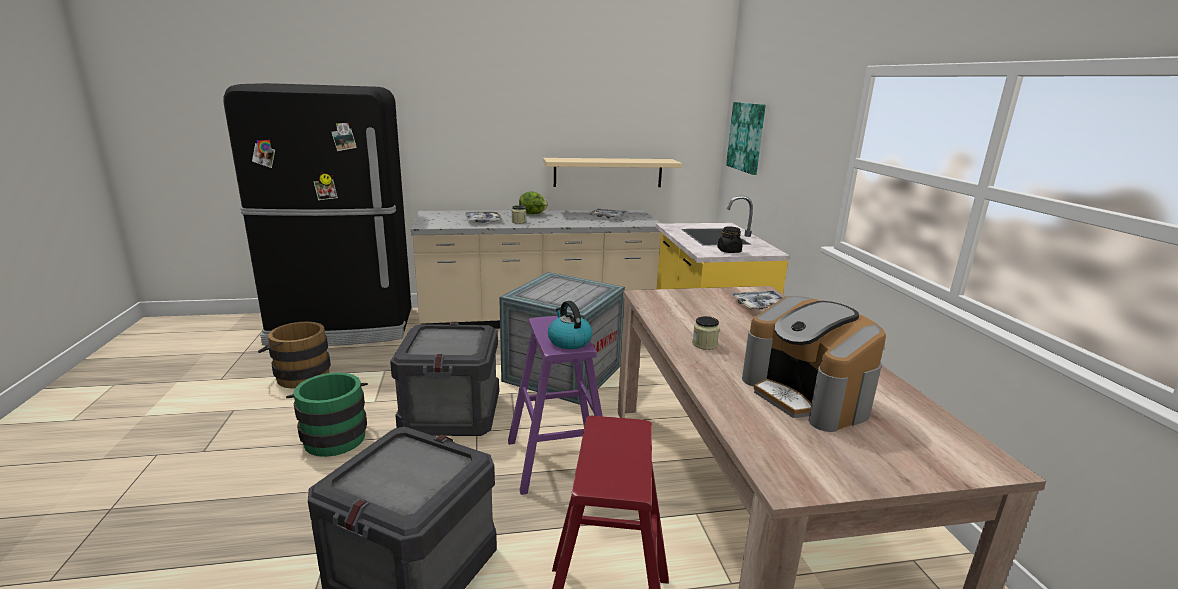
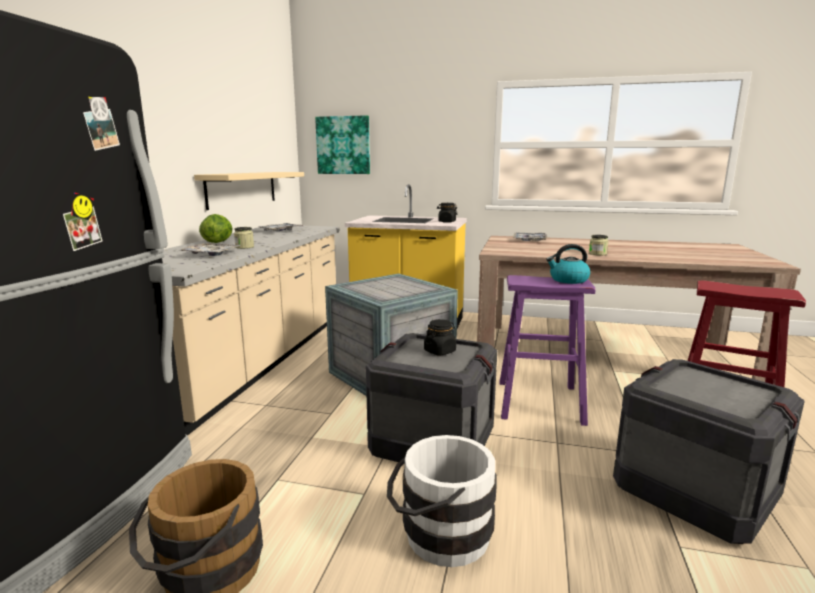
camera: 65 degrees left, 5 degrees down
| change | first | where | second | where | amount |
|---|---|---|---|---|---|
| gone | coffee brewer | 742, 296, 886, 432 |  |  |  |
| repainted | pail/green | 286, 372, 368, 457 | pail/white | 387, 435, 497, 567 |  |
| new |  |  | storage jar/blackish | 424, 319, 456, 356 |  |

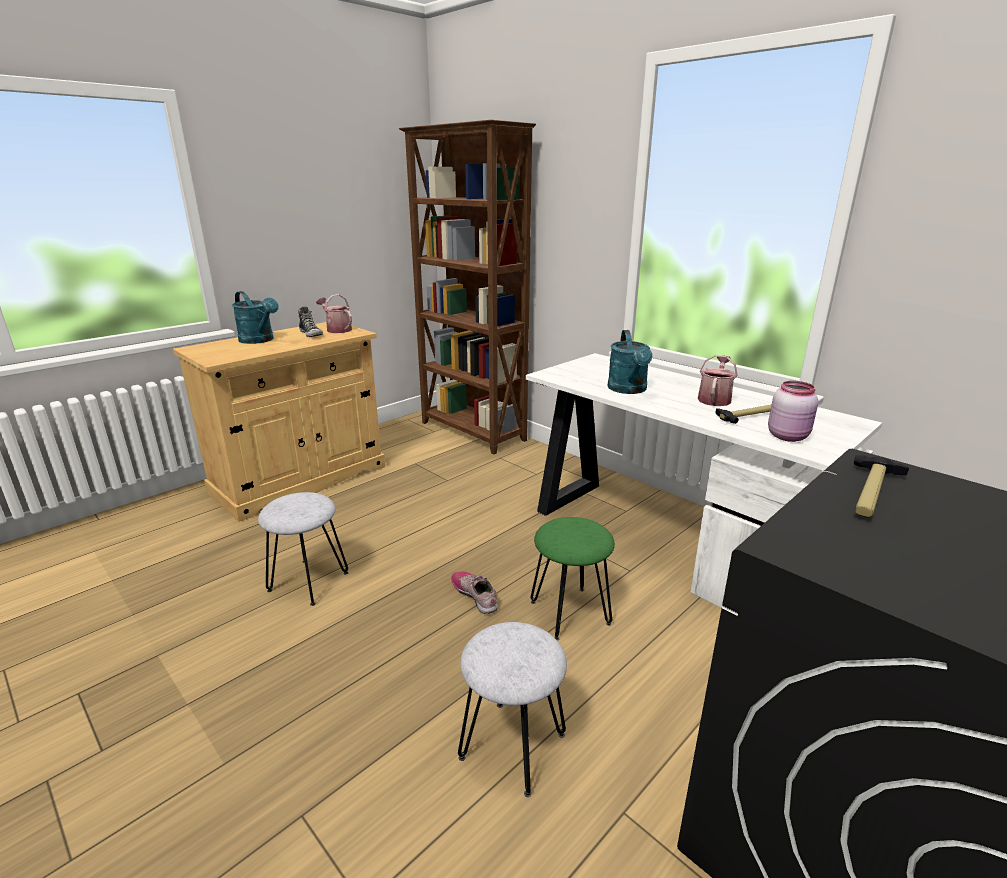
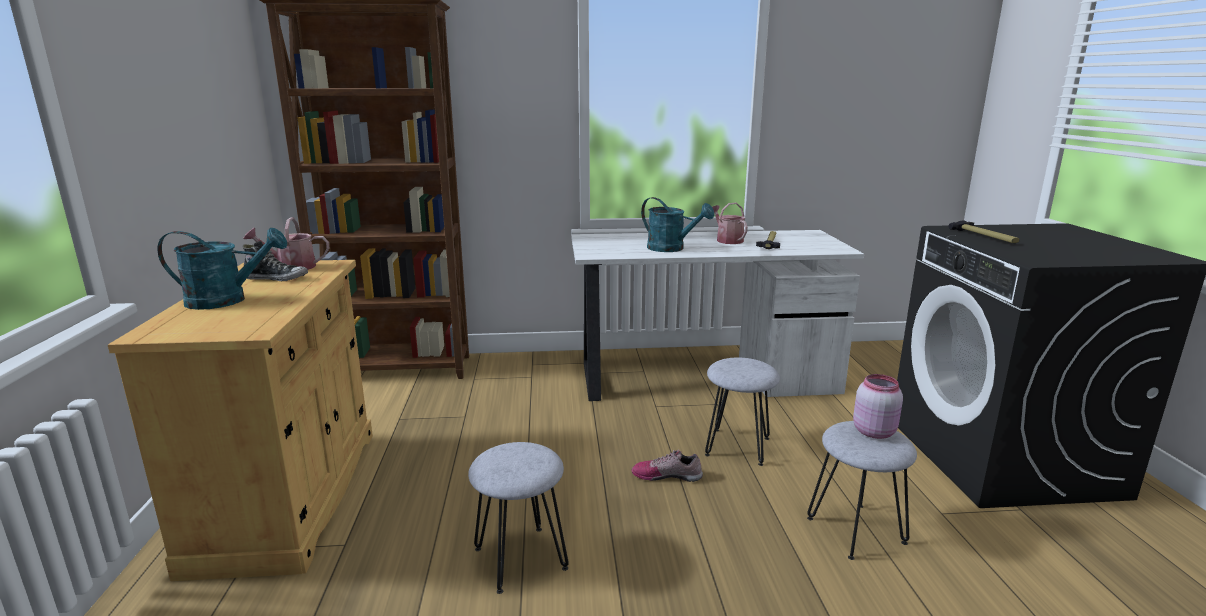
camera: 50 degrees left, 5 degrees down
| change | first | where | second | where | amount |
|---|---|---|---|---|---|
| shifted | storage jar/pink | 768, 381, 818, 442 |  | 853, 374, 903, 439 |  |
| repainted | stool/green | 531, 517, 615, 641 | stool/gray | 705, 357, 780, 466 |  |

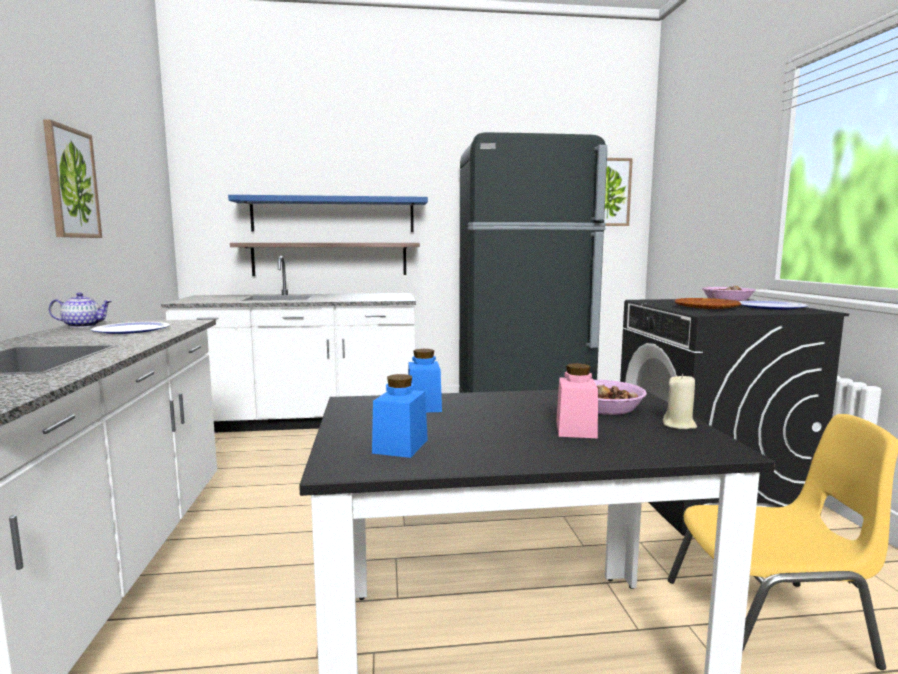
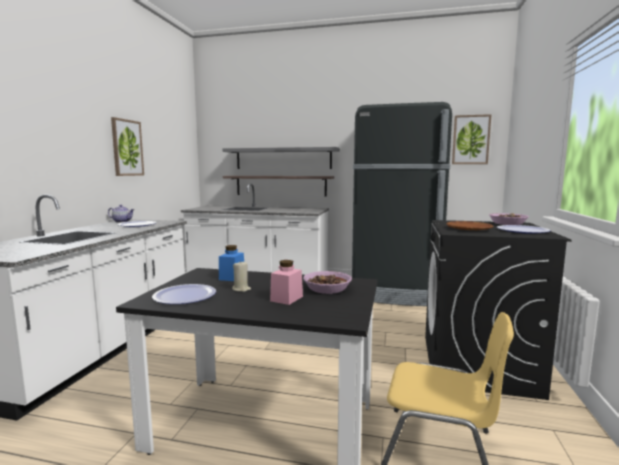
camera: 20 degrees right, 0 degrees up
| change | first | where | second | where | amount |
|---|---|---|---|---|---|
| repainted | bracket shelf/bluish | 228, 195, 428, 232 | bracket shelf/gray | 223, 147, 340, 169 |  |
| swapped | storage jar/bluish | 372, 374, 428, 458 | flat dish | 152, 284, 216, 304 |  |
| shifted | candle/beige | 663, 374, 697, 429 |  | 232, 260, 251, 292 |  |

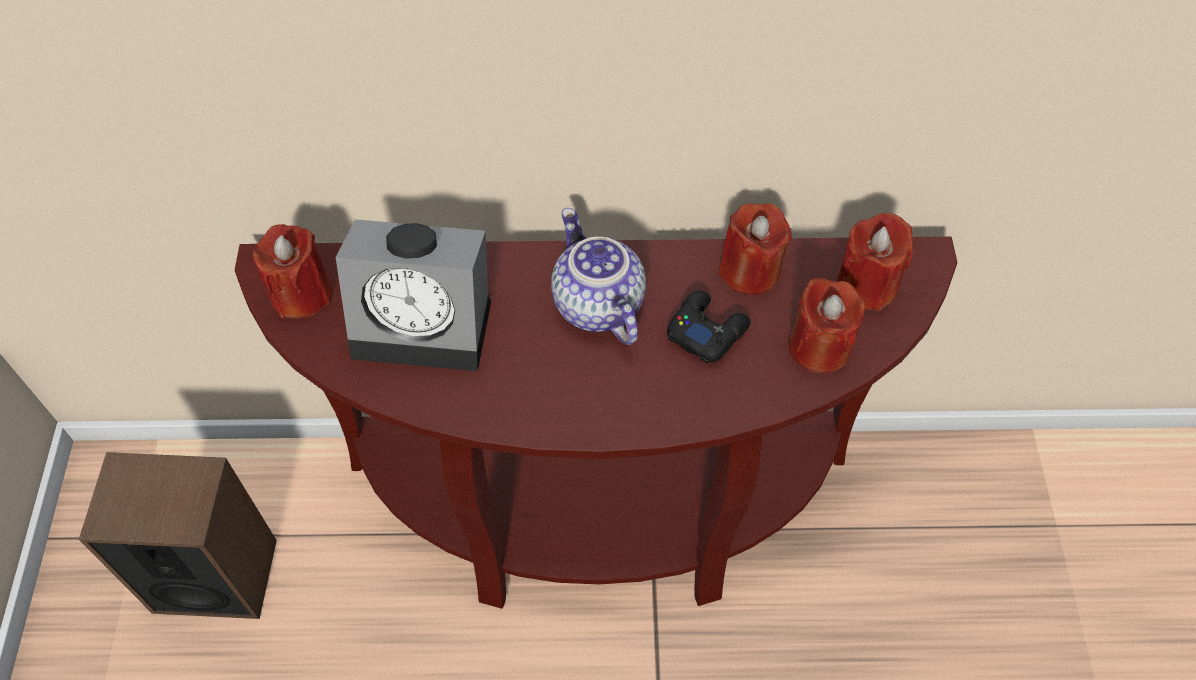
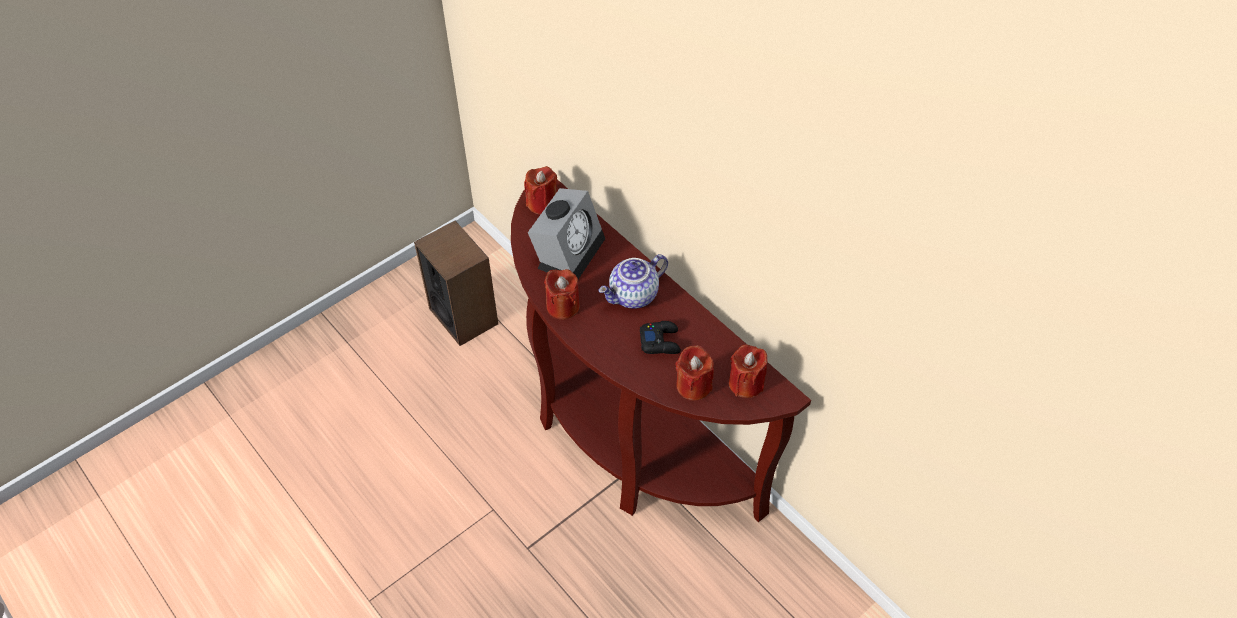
camera: 50 degrees right, 5 degrees down
| change | first | where | second | where | amount |
|---|---|---|---|---|---|
| shifted | candle/reddish | 719, 203, 792, 295 |  | 544, 269, 580, 320 |  |
| rotated | tea pot | 551, 208, 646, 345 |  | 598, 254, 668, 309 | 150 degrees counterclockwise |
| rotated | bedside clock | 336, 219, 491, 371 |  | 528, 188, 605, 279 | 120 degrees counterclockwise |

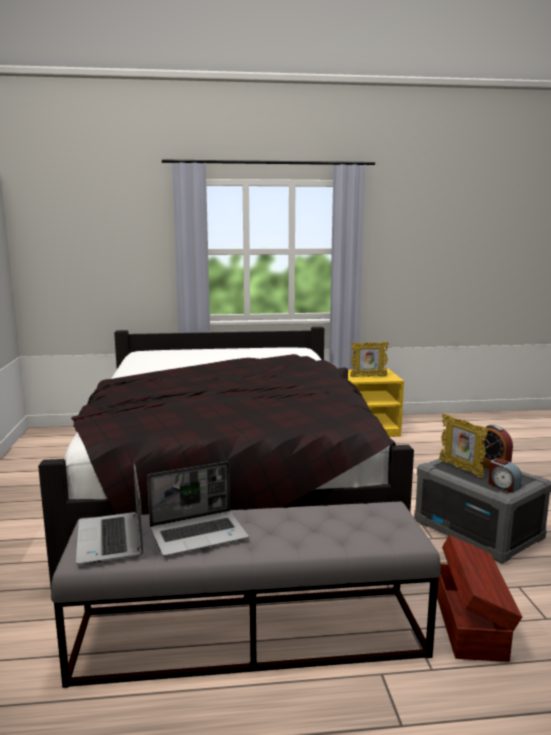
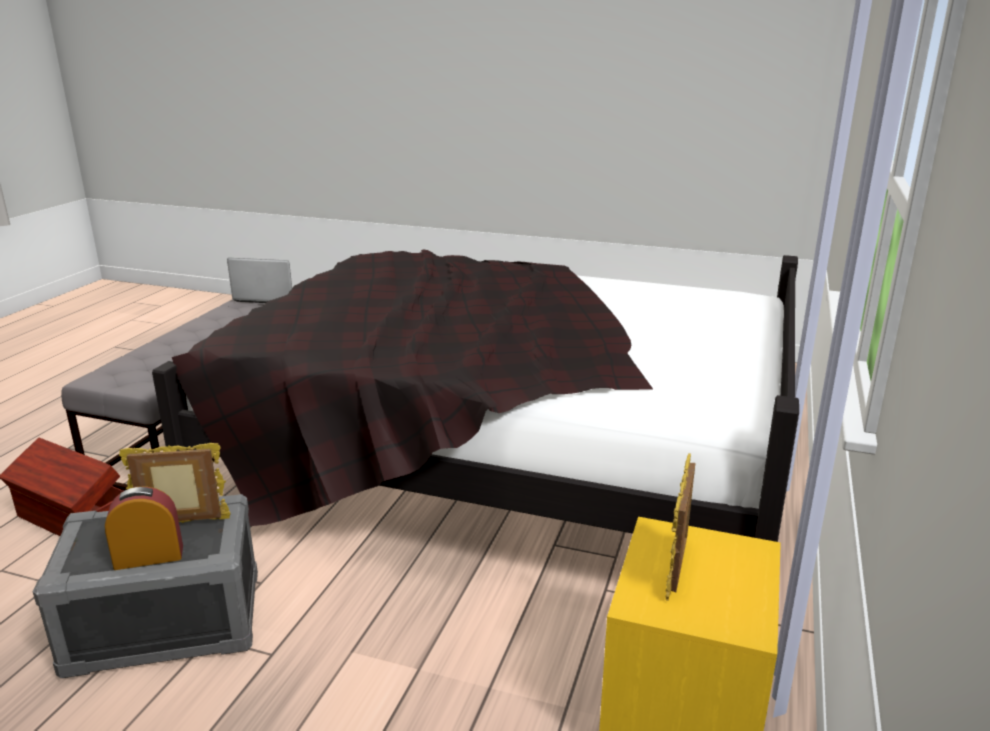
camera: 115 degrees right, 10 degrees up
| change | first | where | second | where | amount |
|---|---|---|---|---|---|
| gone | bedside clock | 488, 458, 522, 493 |  |  |  |
| gone | portable computer | 147, 461, 249, 556 |  |  |  |

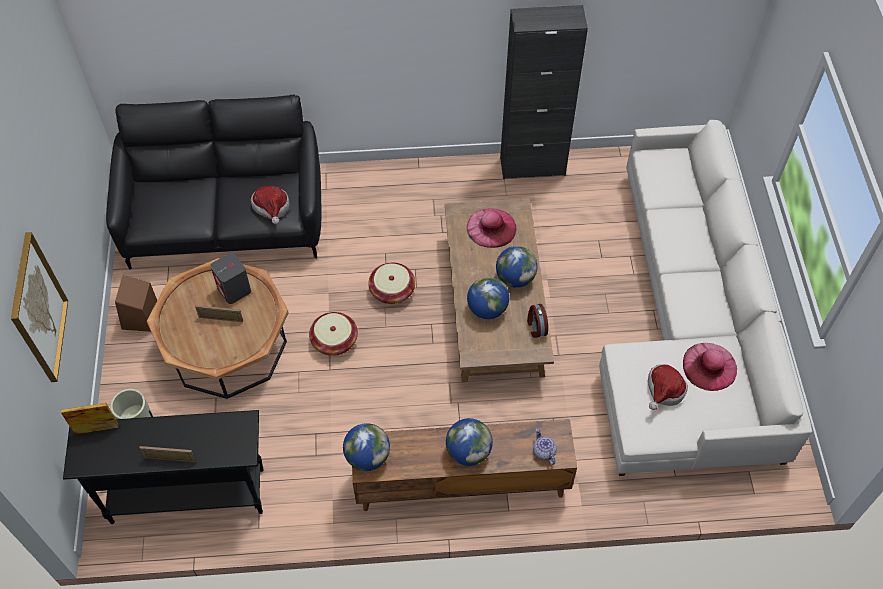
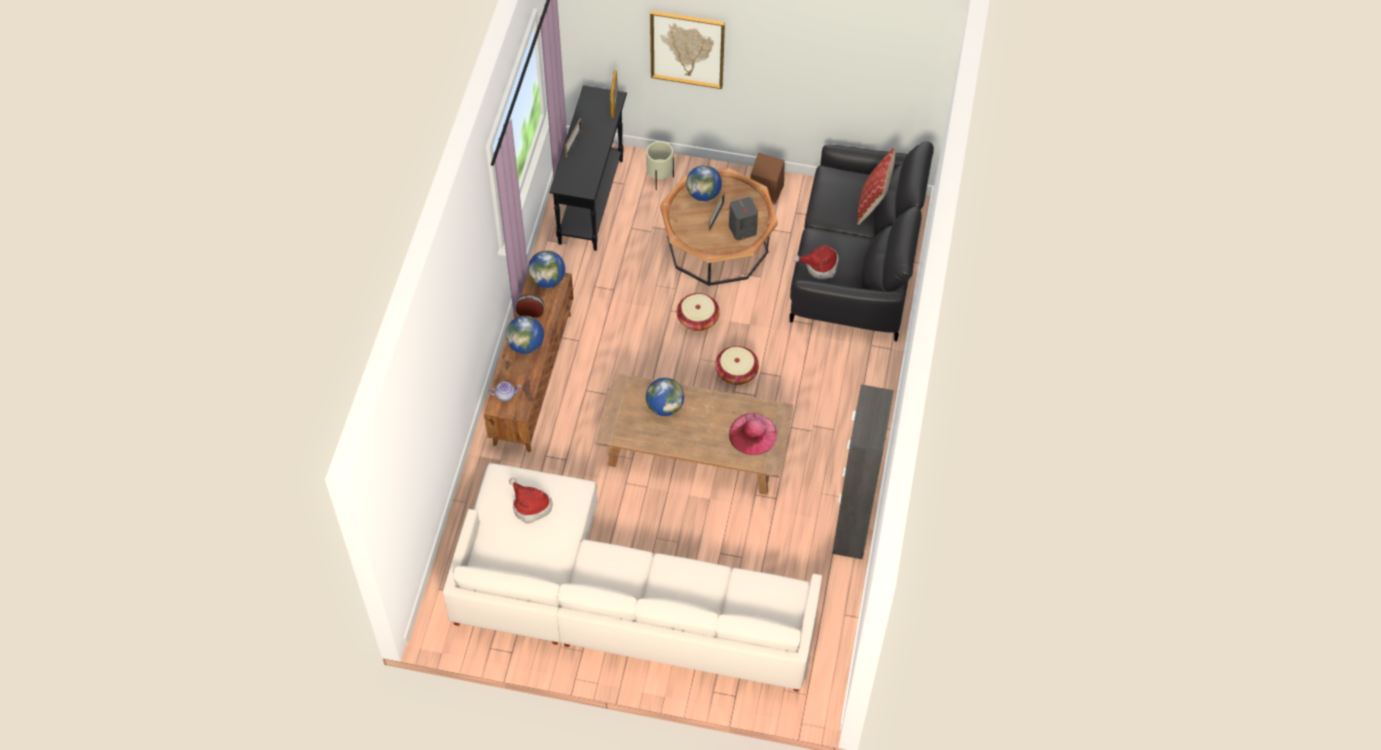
camera: 105 degrees right, 0 degrees up
| change | first | where | second | where | amount |
|---|---|---|---|---|---|
| shifted | world globe | 496, 246, 537, 288 |  | 686, 165, 722, 201 |  |
| shifted | bedside clock | 527, 304, 548, 338 |  | 516, 294, 544, 317 |  |
| gone | hat/pink | 683, 343, 737, 391 |  |  |  |
| new |  |  | pillow | 857, 147, 896, 225 |  |

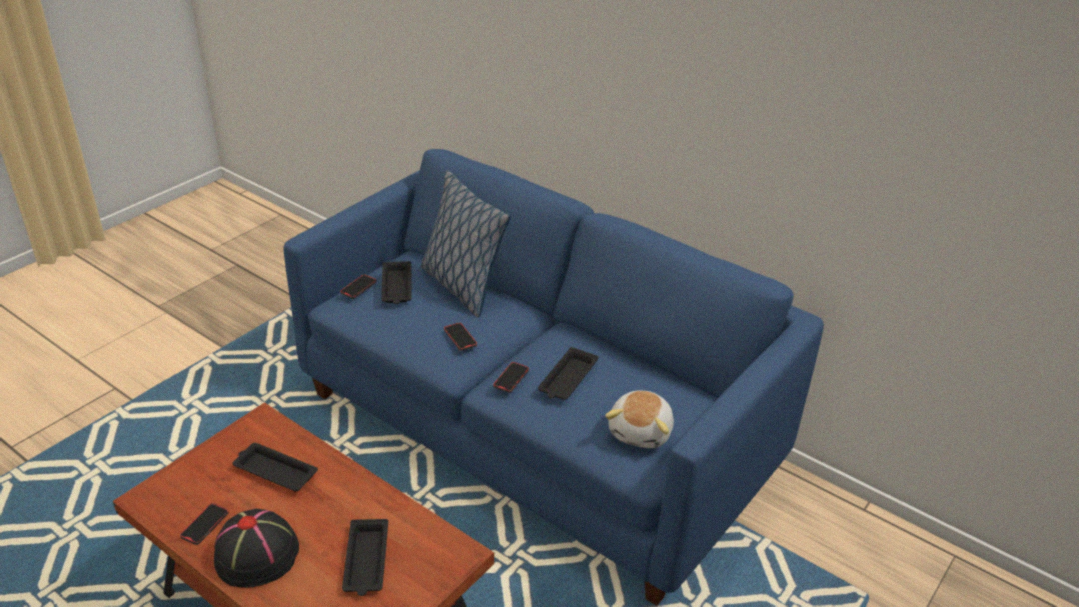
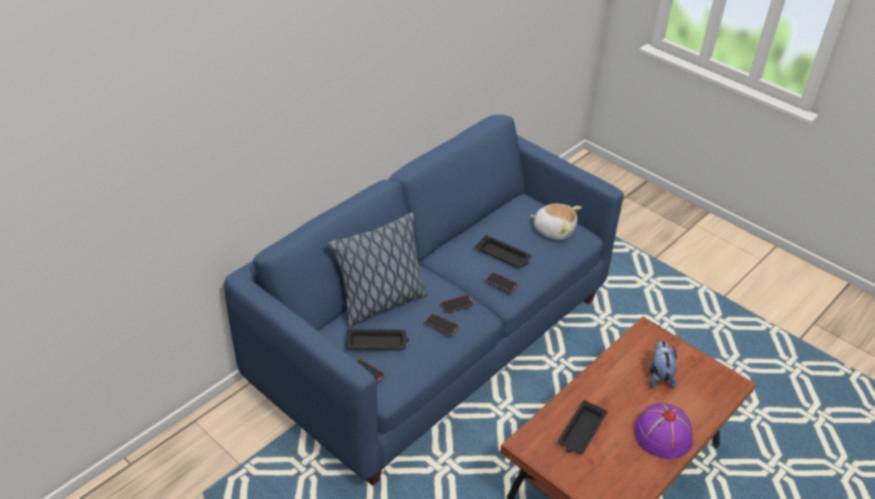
camera: 85 degrees left, 5 degrees up
| change | first | where | second | where | amount |
|---|---|---|---|---|---|
| shifted | handset | 180, 503, 229, 545 |  | 425, 313, 459, 336 |  |
| repainted | hat/blackish | 214, 509, 299, 588 | hat/purple-coloured | 634, 403, 693, 459 |  |
| swapped | serving tray/blackish | 342, 519, 388, 596 | cuddly toy | 649, 341, 677, 389 |  |

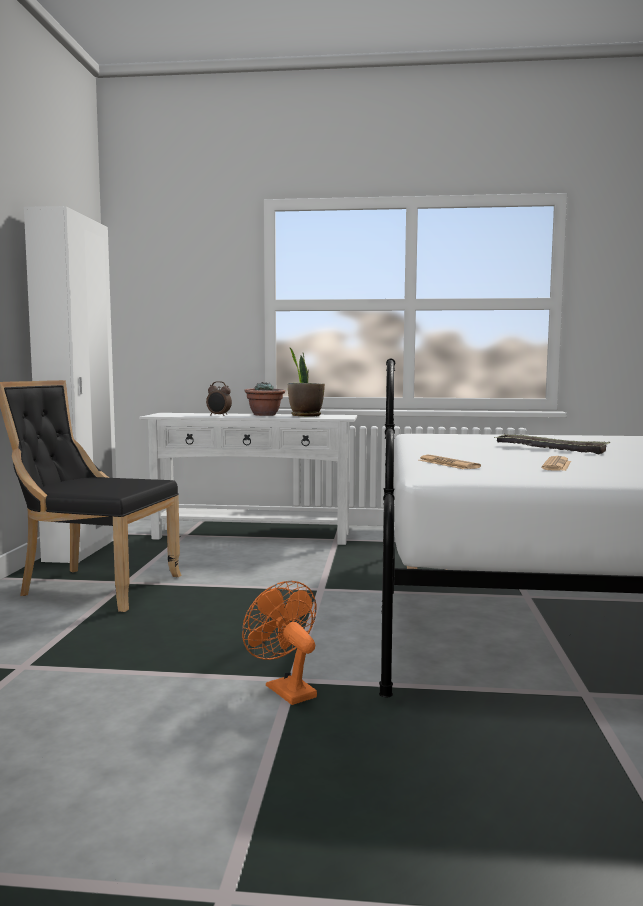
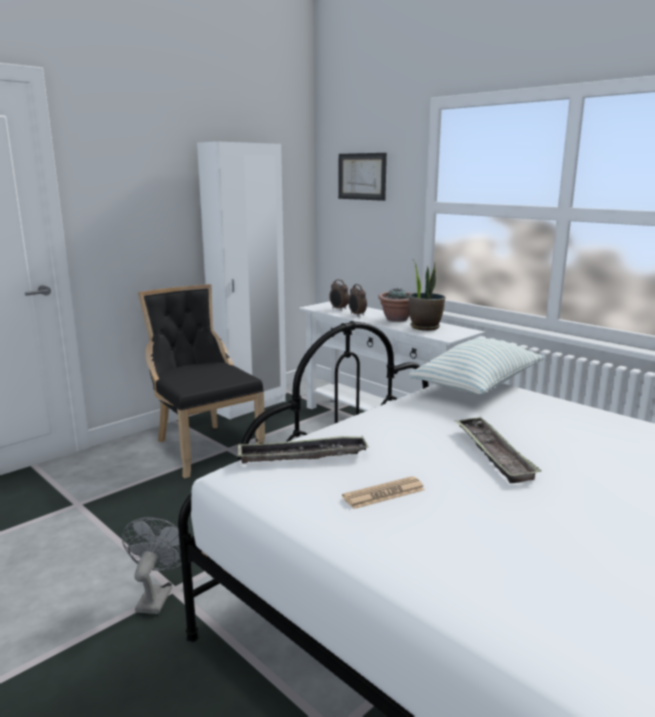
camera: 40 degrees right, 10 degrees up
| change | first | where | second | where | amount |
|---|---|---|---|---|---|
| swapped | printed paper | 419, 455, 481, 469 | serving tray | 238, 436, 369, 463 |  |
| repainted | cooling fan/orange-coloured | 242, 581, 317, 705 | cooling fan/gray | 122, 517, 181, 614 |  |
| new |  |  | wall picture | 338, 153, 387, 201 |  |
| new |  |  | bedside clock | 329, 279, 349, 311 |  |
| new |  |  | pillow | 409, 338, 545, 395 |  |

